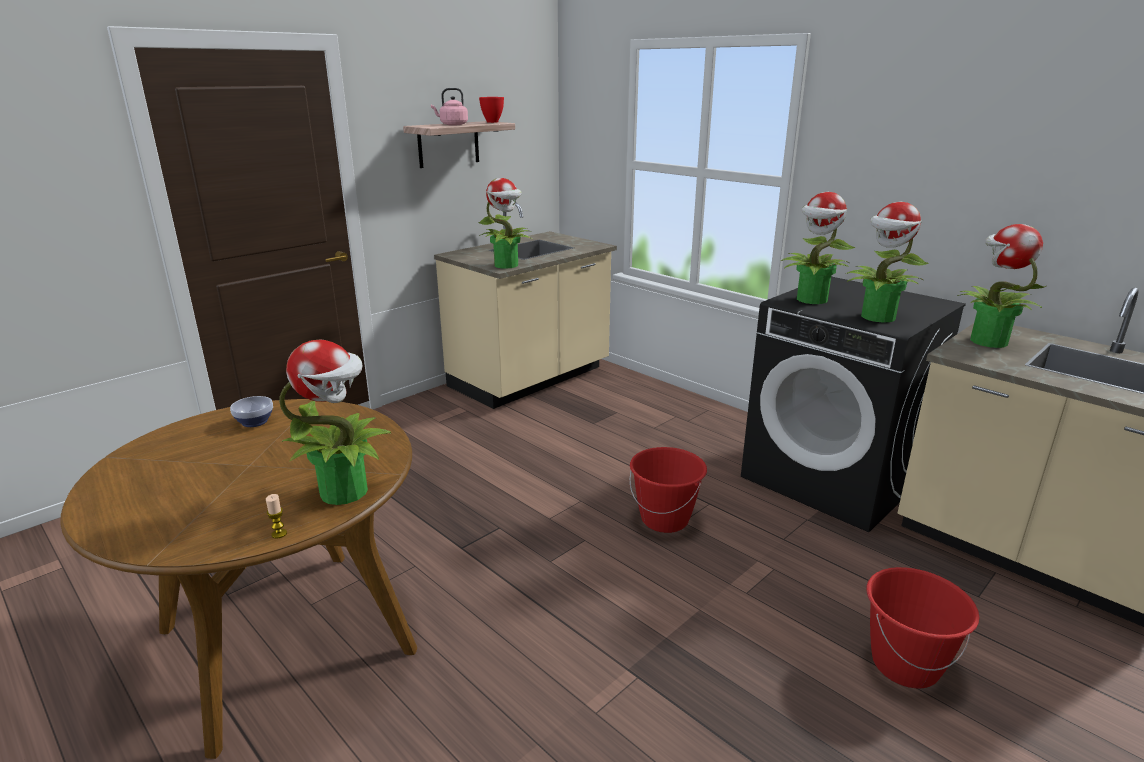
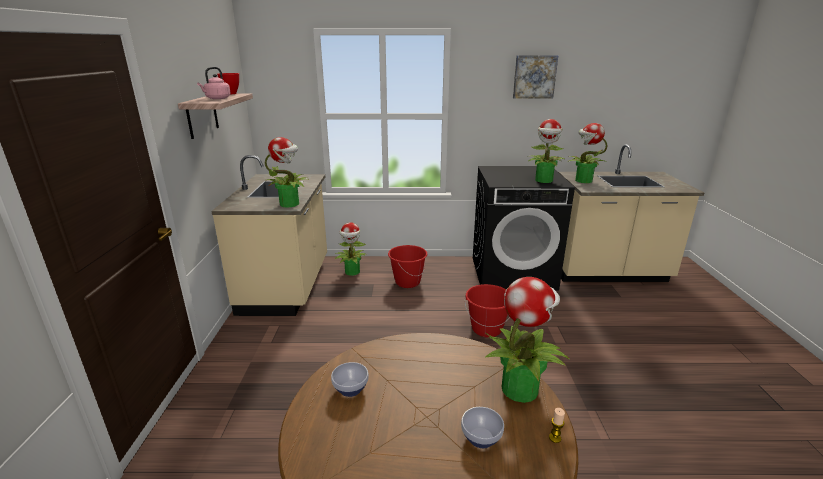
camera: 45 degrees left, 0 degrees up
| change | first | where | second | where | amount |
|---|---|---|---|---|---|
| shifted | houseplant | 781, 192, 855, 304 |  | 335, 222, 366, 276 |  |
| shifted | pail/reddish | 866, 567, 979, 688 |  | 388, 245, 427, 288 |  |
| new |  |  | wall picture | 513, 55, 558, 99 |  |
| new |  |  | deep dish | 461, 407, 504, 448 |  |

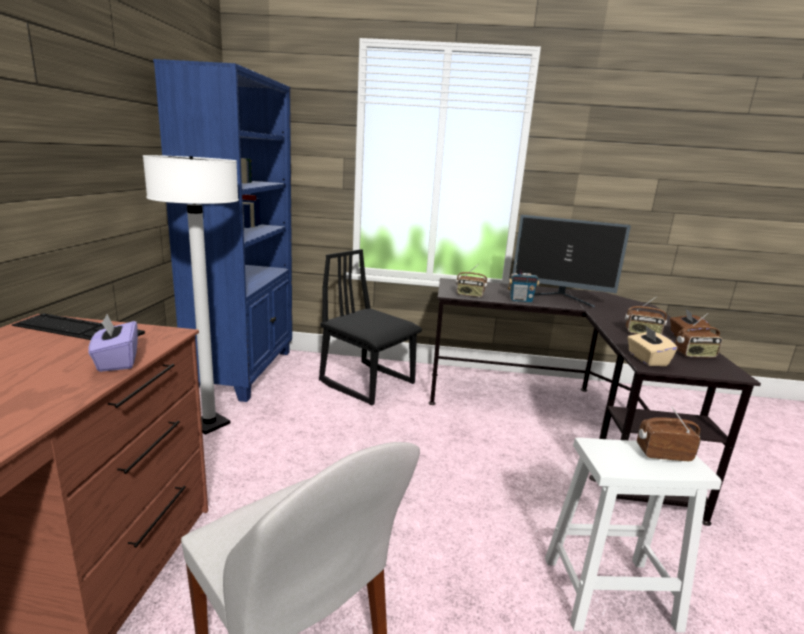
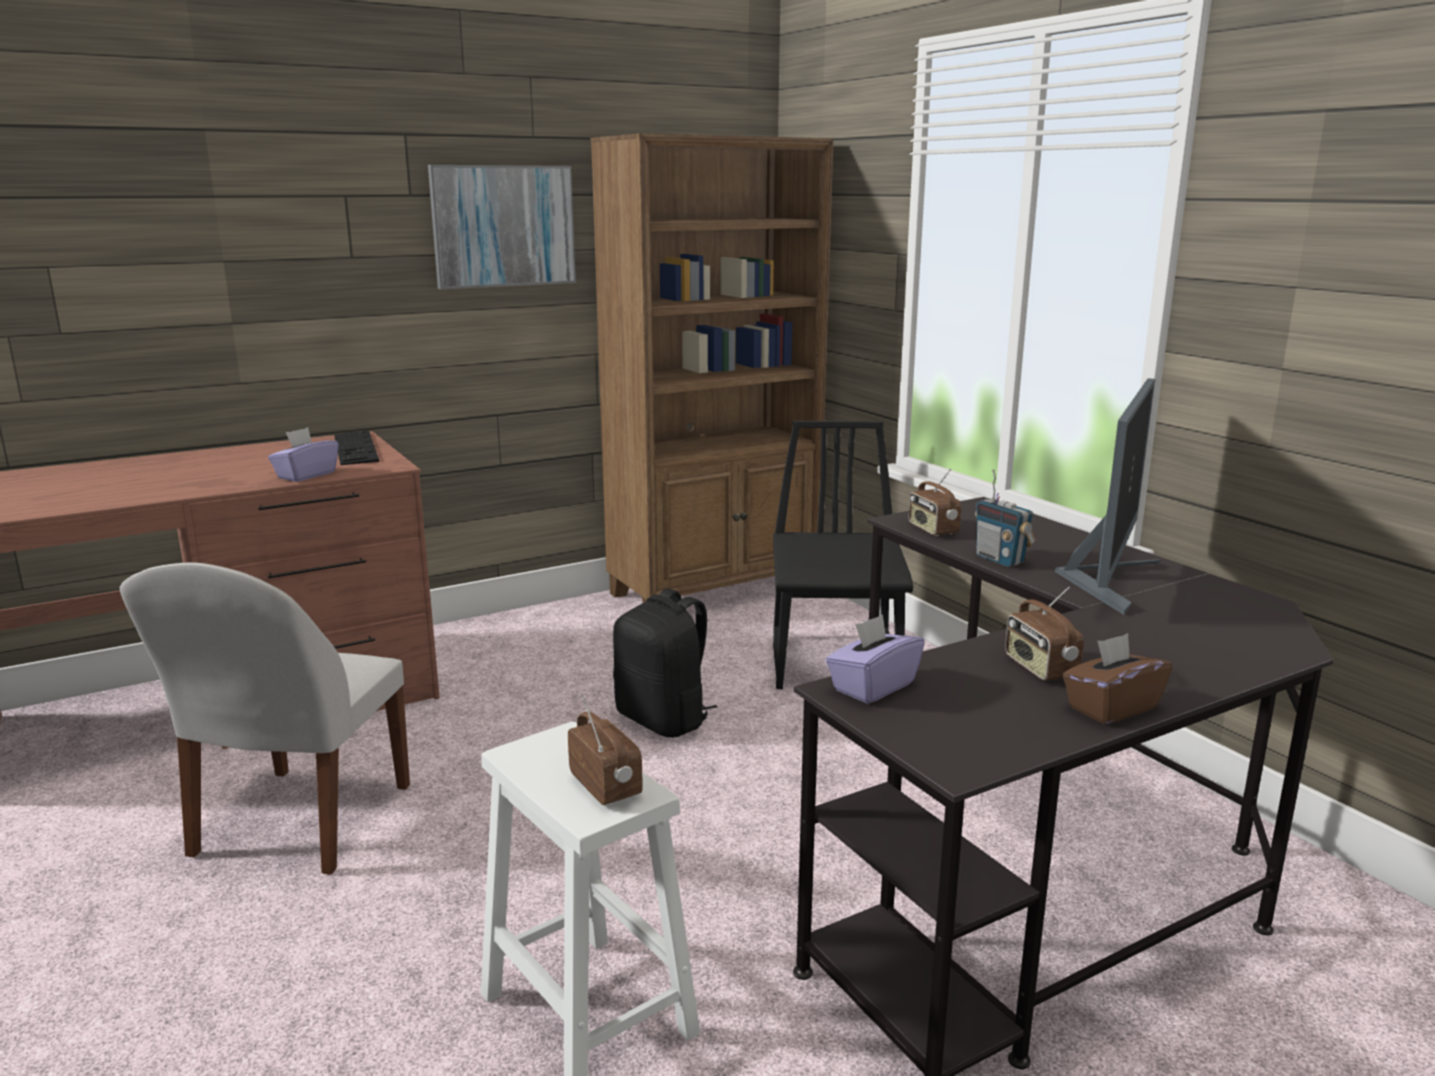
camera: 55 degrees right, 0 degrees up
| change | first | where | second | where | amount |
|---|---|---|---|---|---|
| repainted | bookcase/bluish | 153, 59, 292, 402 | bookcase/brownish | 591, 133, 834, 603 |  |
| gone | floor lamp/white | 143, 155, 239, 435 |  |  |  |
| rotated | computer display | 513, 215, 631, 307 |  | 1055, 378, 1161, 615 | 135 degrees counterclockwise |
| gone | radio set | 675, 313, 722, 358 |  |  |  |
| repainted | tissue box/beige | 627, 326, 677, 366 | tissue box/purple-coloured | 826, 614, 925, 704 |  |
| new |  |  | wall picture | 428, 165, 576, 289 |  |
| new |  |  | knapsack/blackish | 613, 588, 717, 738 |  |

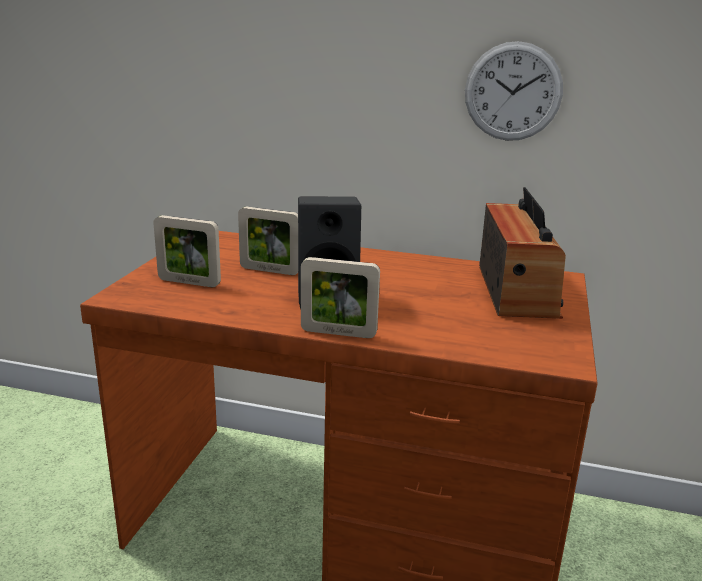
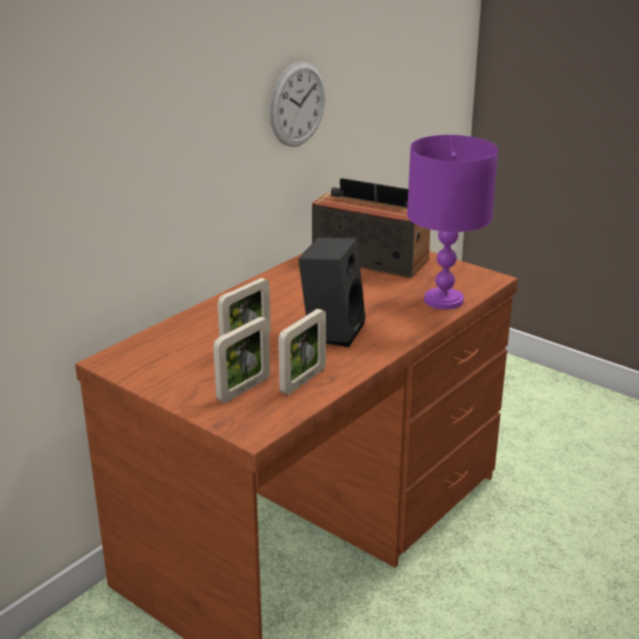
camera: 65 degrees left, 5 degrees up
| change | first | where | second | where | amount |
|---|---|---|---|---|---|
| shifted | photo frame | 301, 257, 380, 338 |  | 278, 309, 326, 395 |  |
| new |  |  | lamp for a table/purple-coloured | 407, 135, 498, 310 |  |

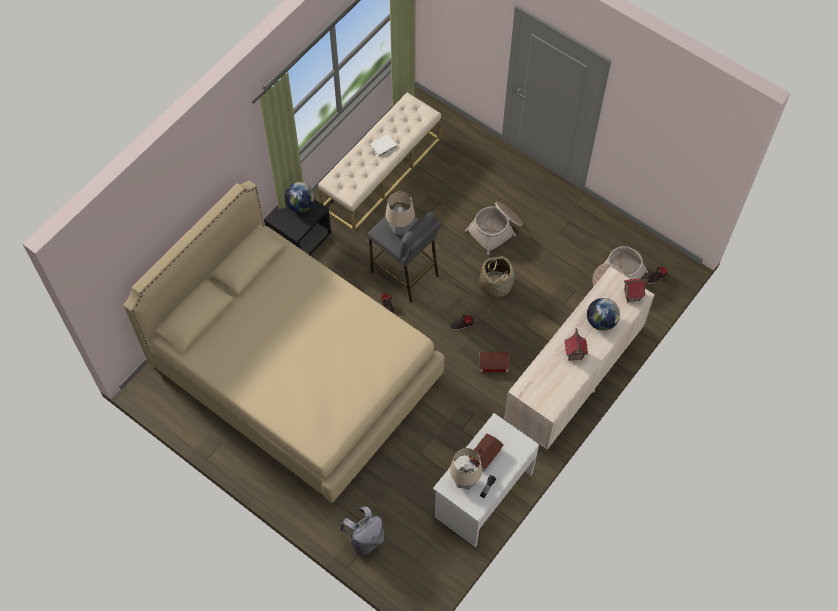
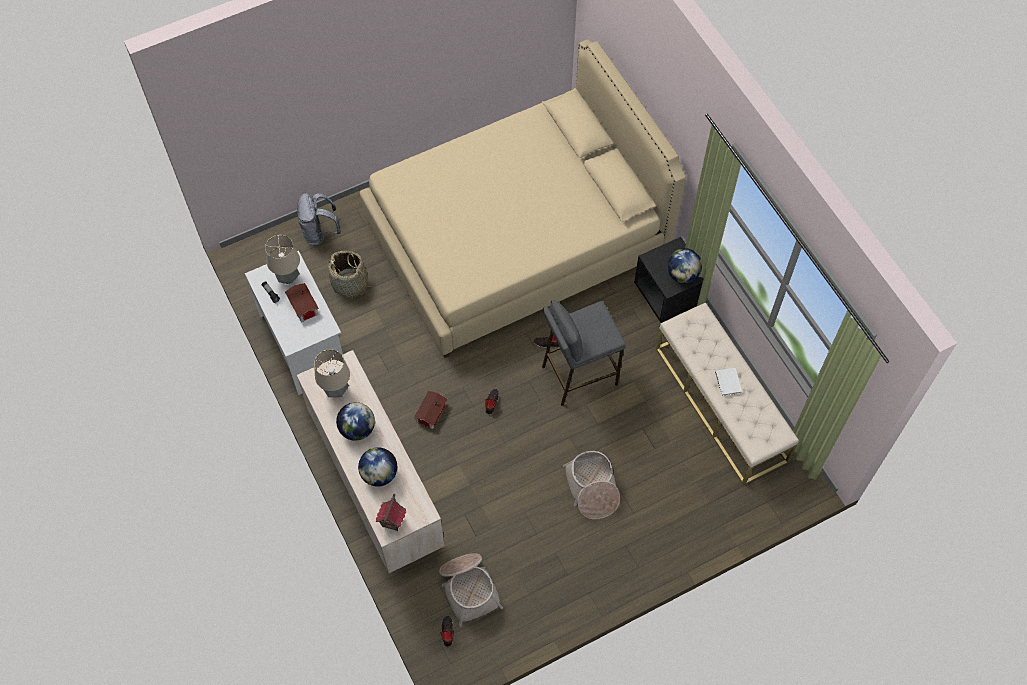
camera: 115 degrees right, 0 degrees up
| change | first | where | second | where | amount |
|---|---|---|---|---|---|
| shifted | lamp for a table | 386, 191, 415, 235 |  | 314, 349, 350, 397 |  |
| shifted | household basket | 479, 254, 514, 300 |  | 328, 251, 373, 298 |  |
| swapped | model house | 564, 328, 588, 361 | world globe | 336, 402, 375, 441 |  |

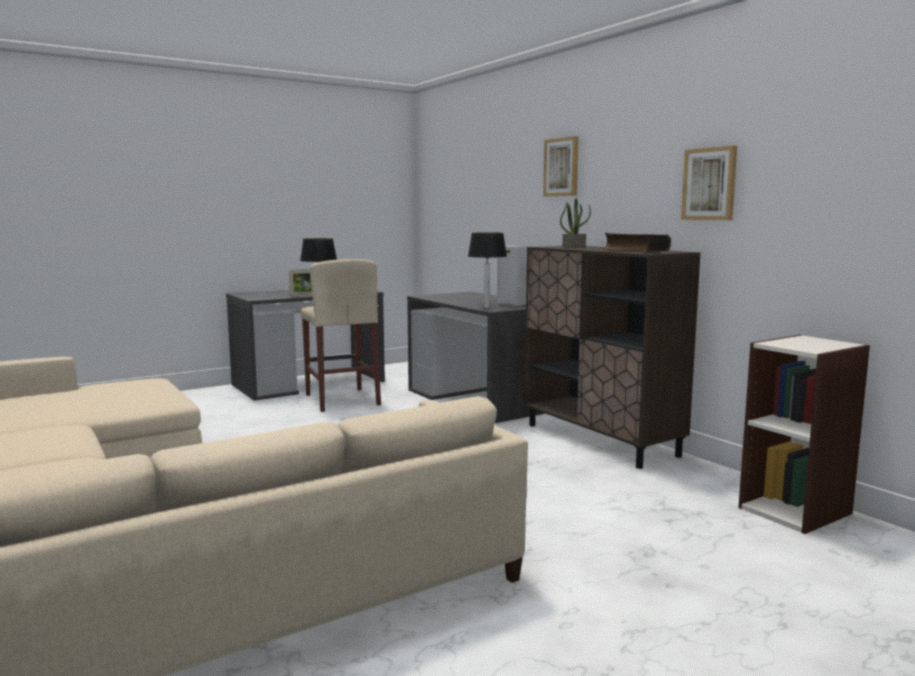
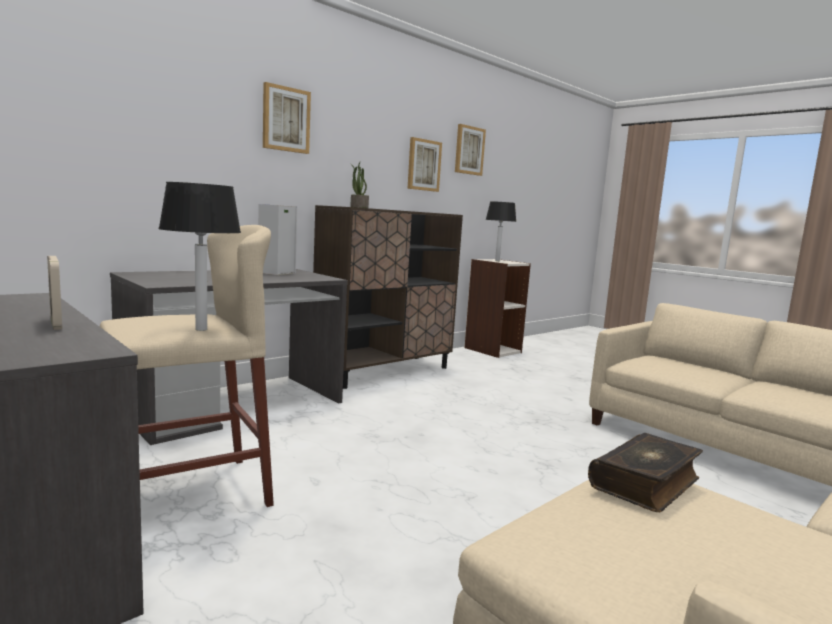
camera: 100 degrees left, 0 degrees up
| change | first | where | second | where | amount |
|---|---|---|---|---|---|
| shifted | lamp for a table | 468, 232, 507, 308 |  | 486, 201, 516, 261 |  |
| shifted | bound book | 604, 233, 671, 251 |  | 588, 433, 703, 512 |  |
| new |  |  | wall picture | 455, 124, 486, 176 |  |

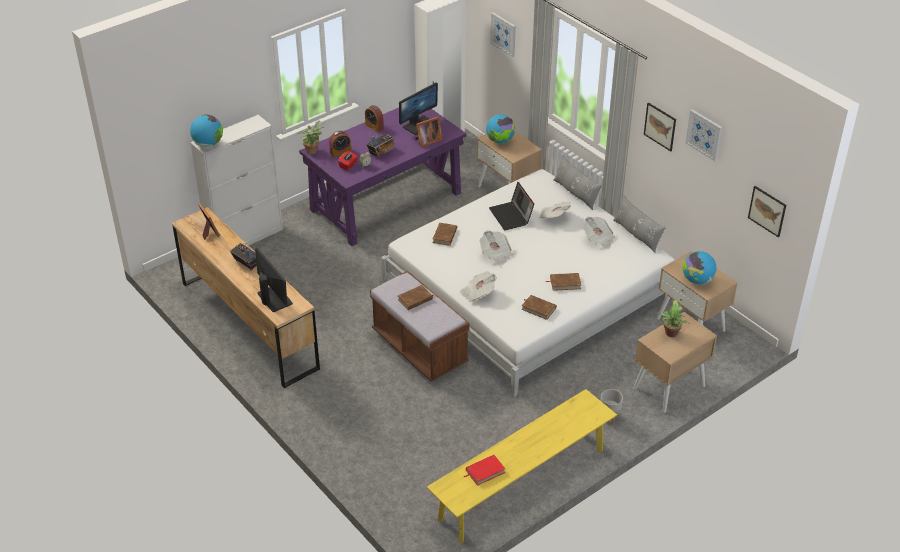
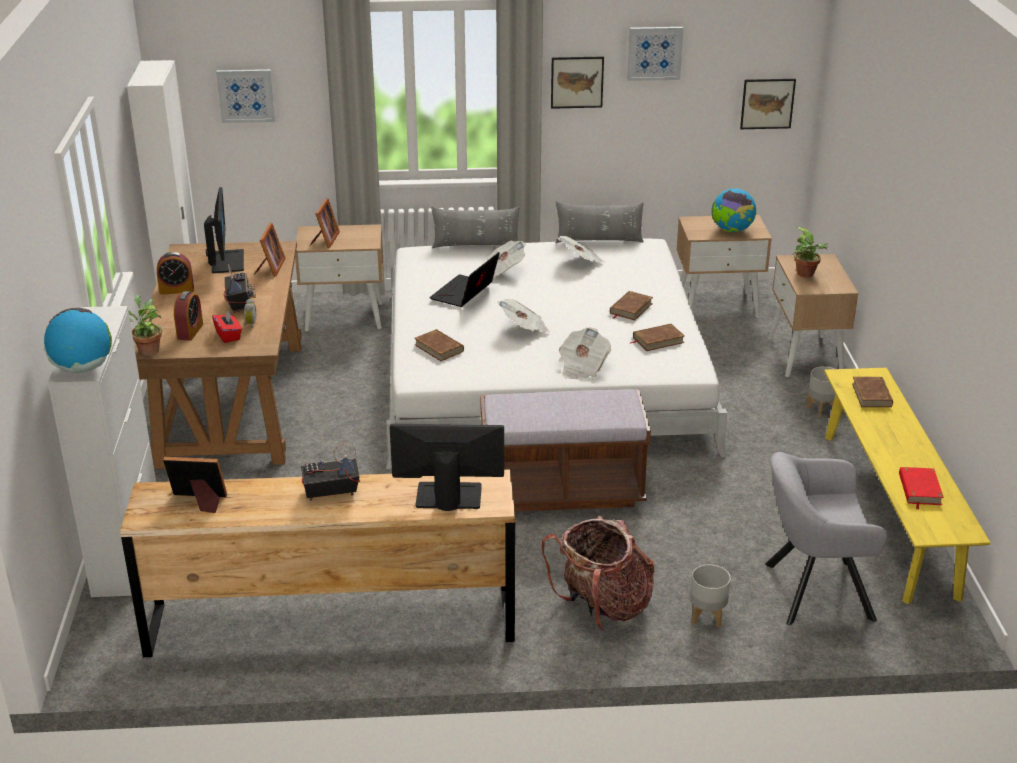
camera: 55 degrees left, 10 degrees down
| change | first | where | second | where | amount |
|---|---|---|---|---|---|
| repainted | desk unit/purple-coloured | 299, 108, 467, 246 | desk unit/brownish | 134, 241, 302, 469 |  |
| swapped | world globe | 486, 114, 515, 144 | photo frame | 310, 198, 340, 248 |  |
| rotated | portable computer | 489, 182, 534, 230 |  | 429, 252, 500, 307 | 105 degrees clockwise |
| shifted | bound book/brownish | 398, 285, 434, 310 |  | 852, 377, 893, 407 |  |
| new |  |  | armchair/gray | 765, 452, 888, 625 |  |
| new |  |  | knapsack | 542, 516, 655, 631 |  |
| new |  |  | flower pot/gray | 690, 565, 731, 628 |  |

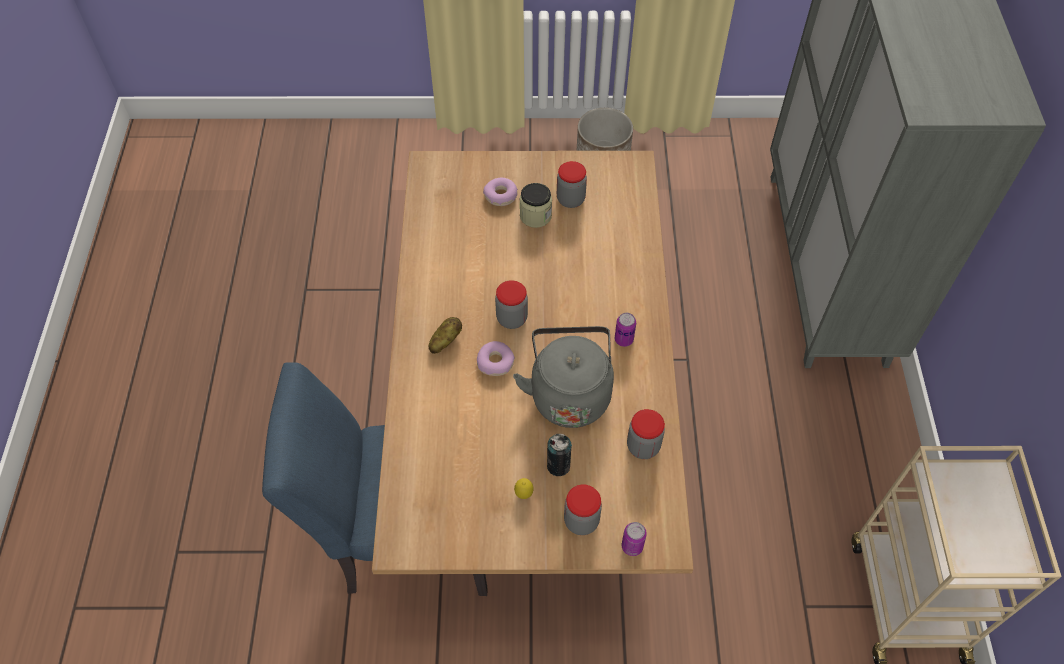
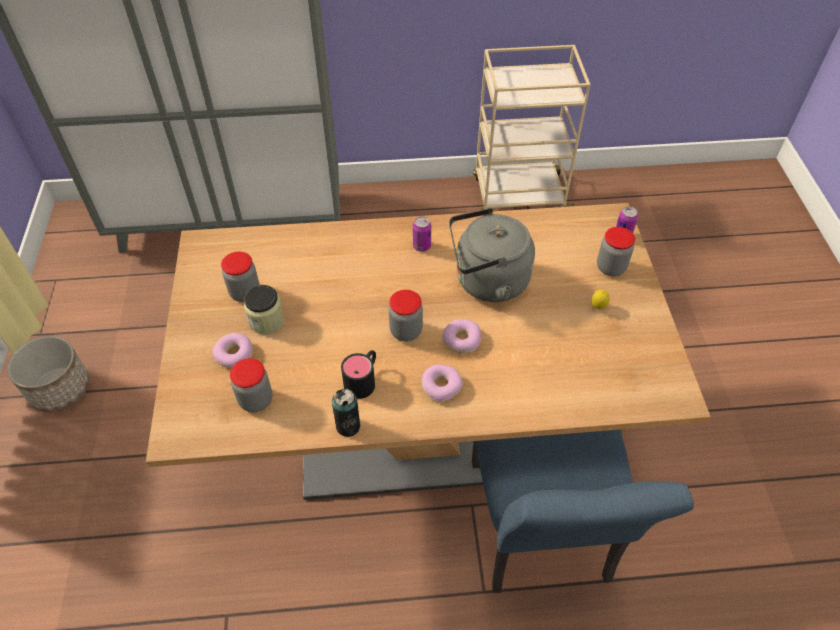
camera: 95 degrees left, 5 degrees down
| change | first | where | second | where | amount |
|---|---|---|---|---|---|
| swapped | whole potato | 429, 317, 462, 354 | doughnut | 421, 364, 463, 402 |  |
| shifted | storage jar | 627, 409, 665, 459 |  | 230, 358, 273, 412 |  |
| shifted | metal can | 547, 434, 572, 476 |  | 332, 388, 360, 437 |  |
| new |  |  | tea mug/blackish | 341, 350, 376, 399 |  |

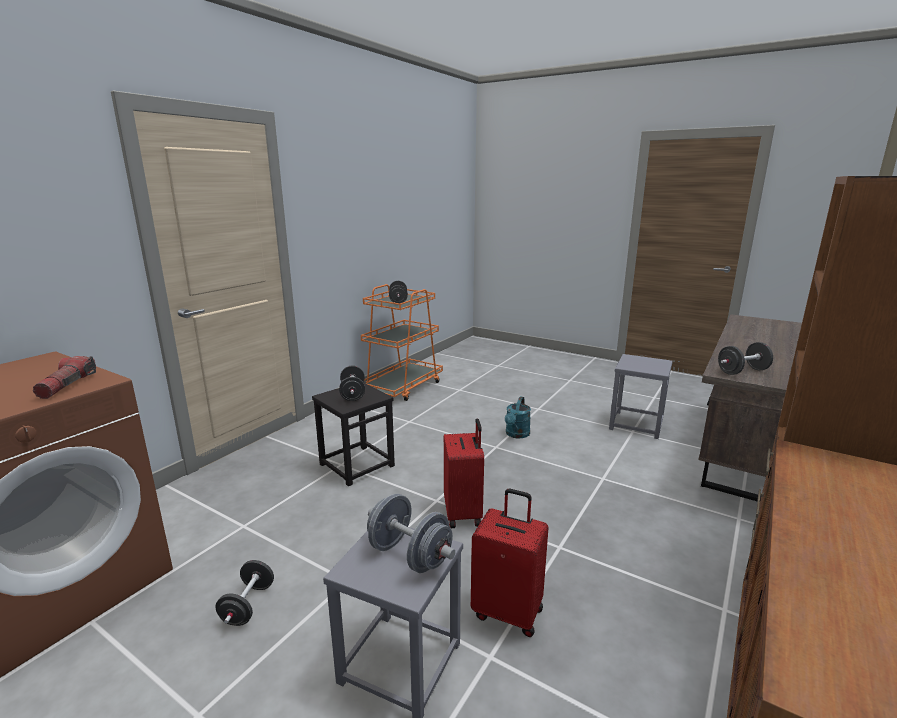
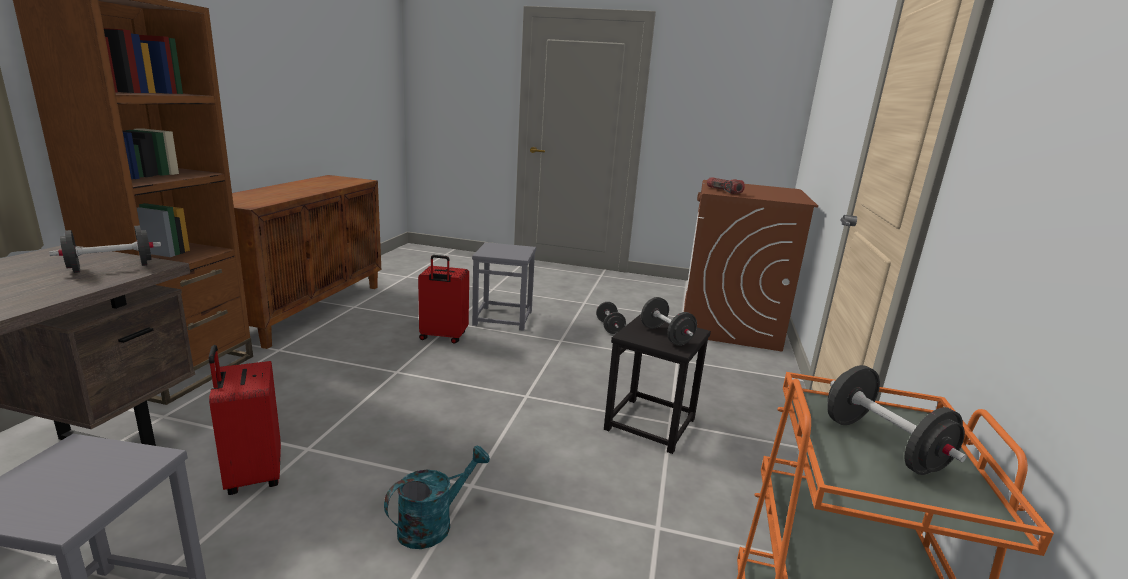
camera: 160 degrees right, 0 degrees up
| change | first | where | second | where | amount |
|---|---|---|---|---|---|
| rotated | watering pot/turquoise-coloured | 505, 396, 531, 438 |  | 384, 446, 490, 549 | 45 degrees clockwise |
| shifted | travel case/reddish | 444, 418, 484, 528 |  | 209, 345, 281, 495 |  |
| gone | hand weight/gray | 367, 494, 455, 573 |  |  |  |

